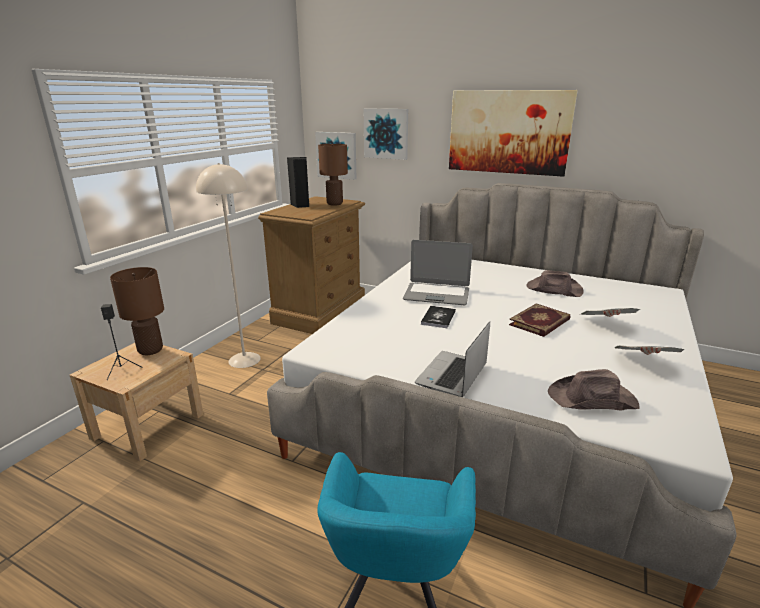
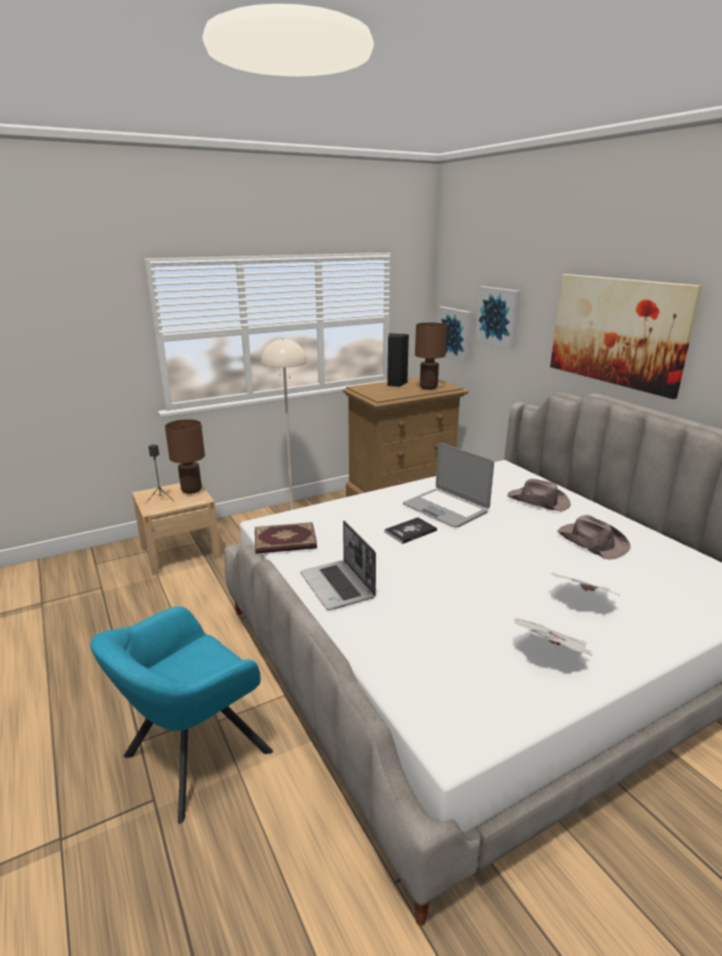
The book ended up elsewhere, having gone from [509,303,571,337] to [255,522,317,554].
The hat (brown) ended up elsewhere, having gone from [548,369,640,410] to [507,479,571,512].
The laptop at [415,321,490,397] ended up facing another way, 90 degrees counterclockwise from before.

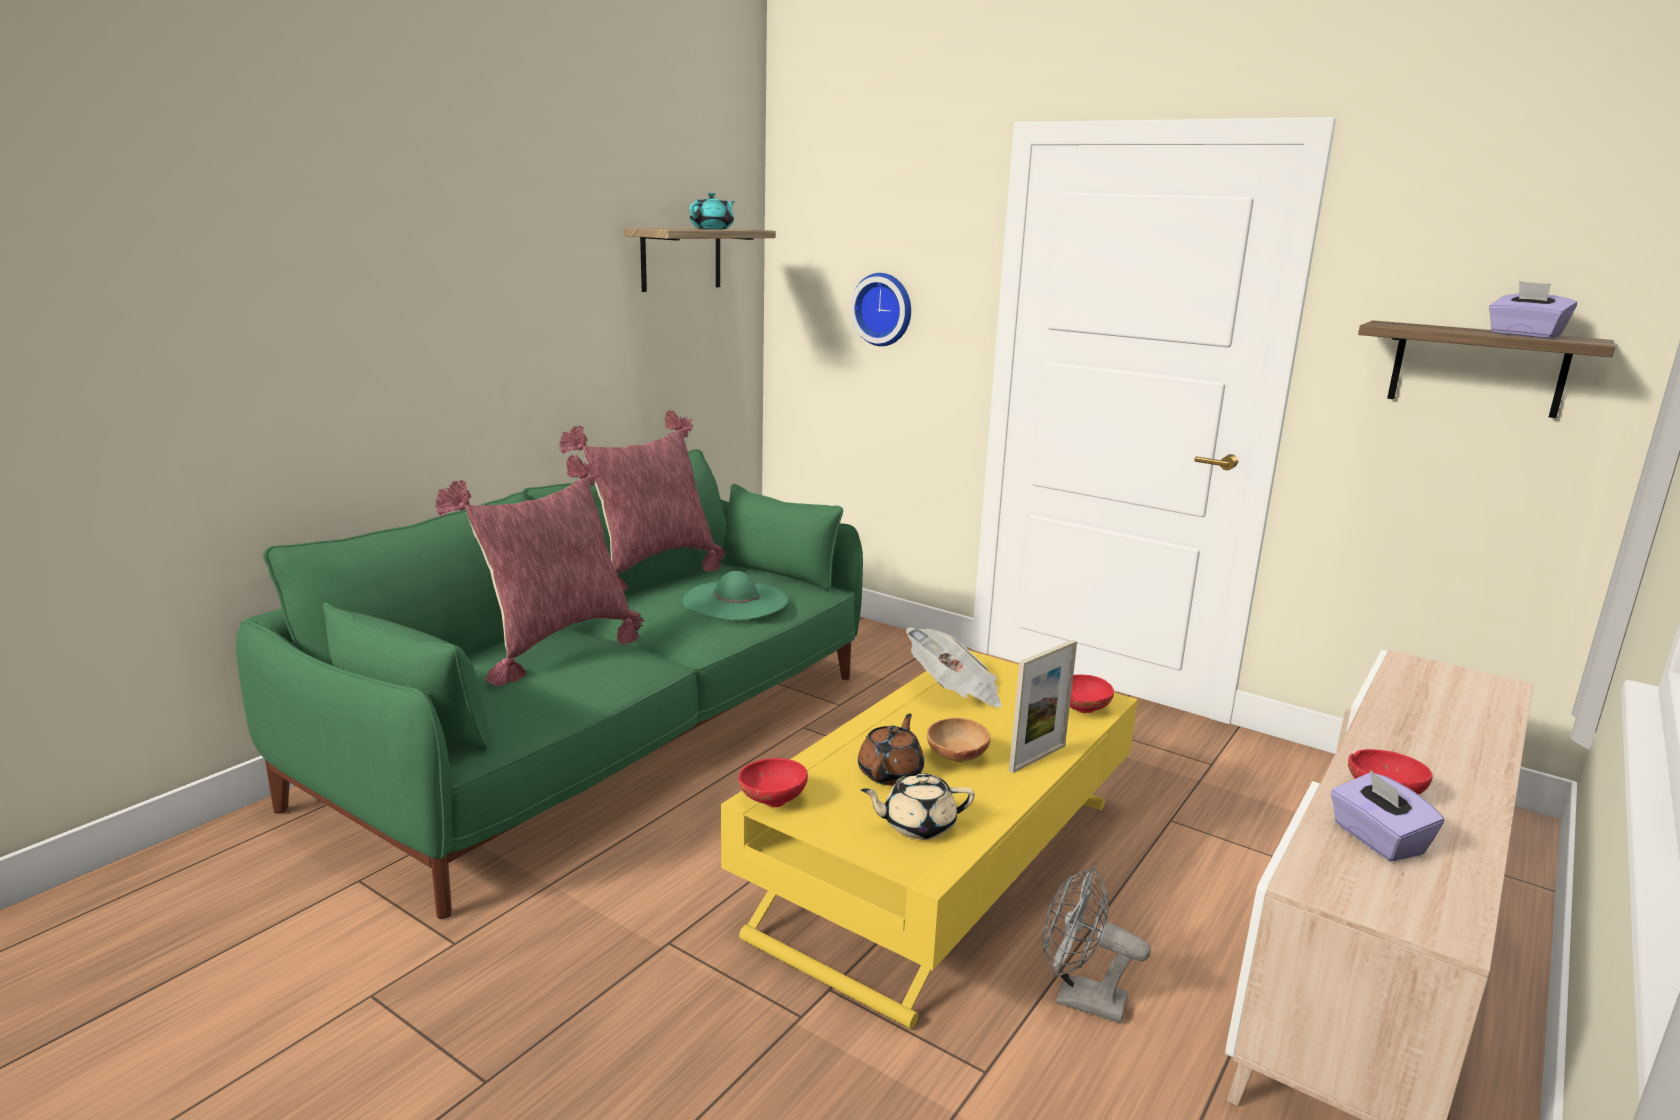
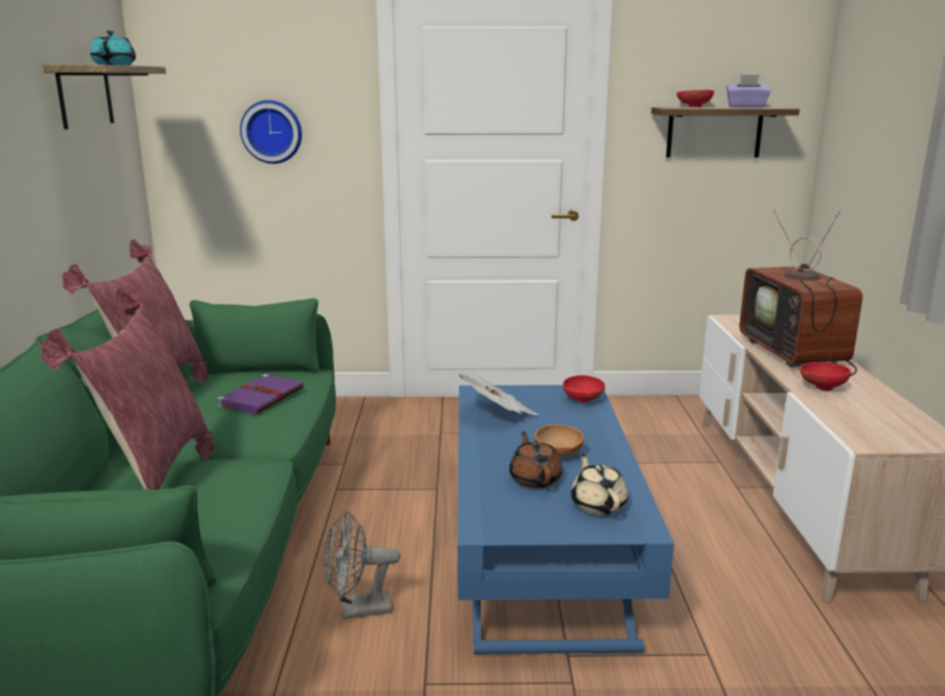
The second view lost the picture frame at [1009,640,1077,773].
The second view lost the tissue box (purple) at [1330,770,1444,862].
The second view gained the television at [740,211,863,376].
The bowl (red) ended up elsewhere, having gone from [738,758,808,807] to [677,90,714,107].
The fan (grey) ended up elsewhere, having gone from [1043,866,1151,1023] to [323,511,401,619].
Where the hat (green) stood at [683,571,788,620], the book (purple) came to stand at [217,374,304,414].
What was the coffee table (yellow) at [721,650,1138,1029] turned into the coffee table (blue) at [457,385,674,654].
The teapot (beige) at [861,773,975,840] ended up facing another way, 120 degrees clockwise from before.

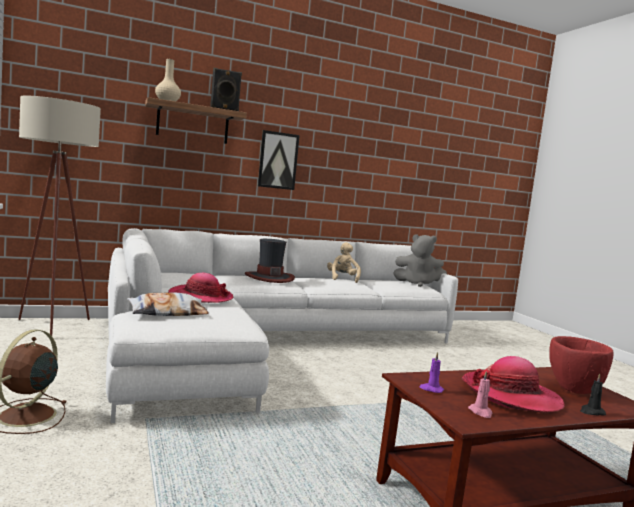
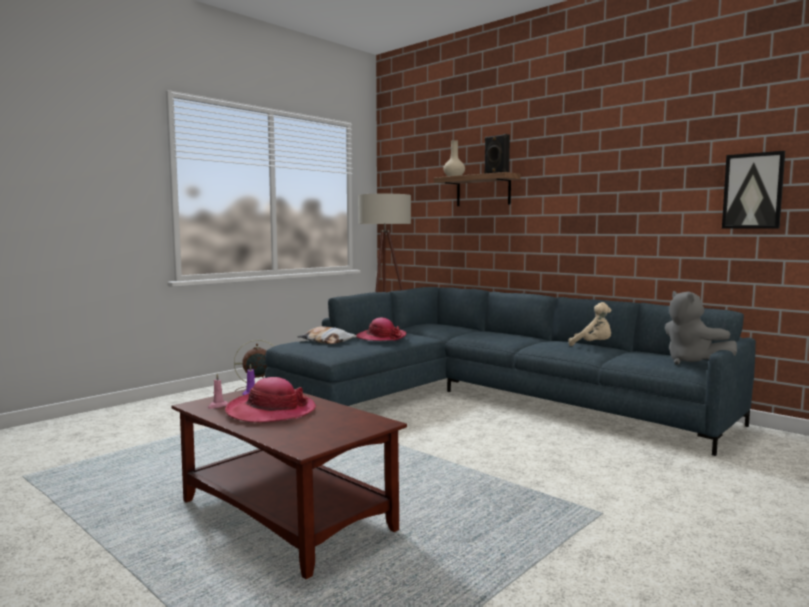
The second view lost the hat at [245,239,295,283].
The second view lost the bowl (red) at [549,336,613,394].
The second view lost the candle (black) at [580,374,606,415].
The picture ended up elsewhere, having gone from [258,130,300,190] to [722,151,785,229].
What was the sofa (white) at [106,228,458,423] turned into the sofa (blue) at [265,287,756,456].
The plush toy (beige) at [327,242,361,283] ended up facing another way, 60 degrees clockwise from before.

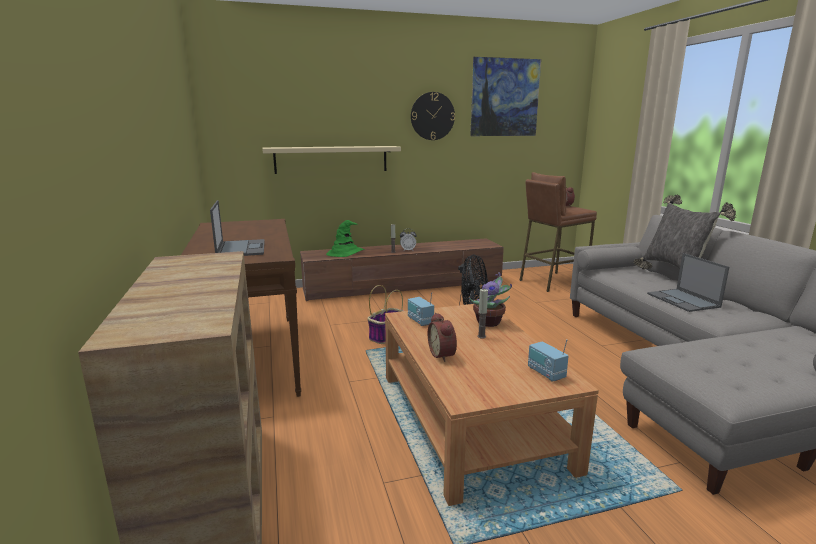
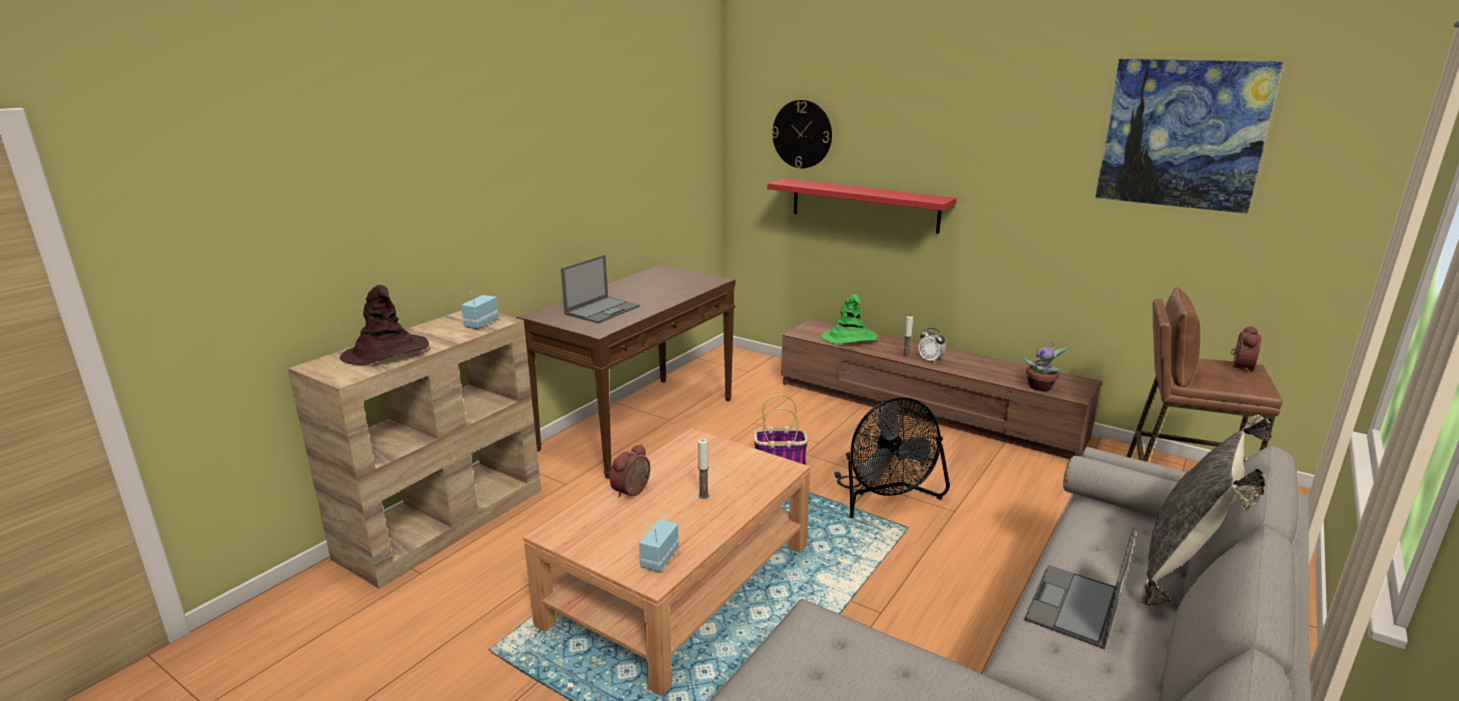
The second view gained the hat (brown) at [340,285,429,365].
The radio ended up elsewhere, having gone from [408,292,434,326] to [461,290,499,329].
The wall clock ended up elsewhere, having gone from [411,92,455,140] to [772,100,832,168].
The potted plant ended up elsewhere, having gone from [469,272,512,327] to [1024,341,1069,391].
What was the shelf (beige) at [262,146,401,174] turned into the shelf (red) at [767,179,957,234].

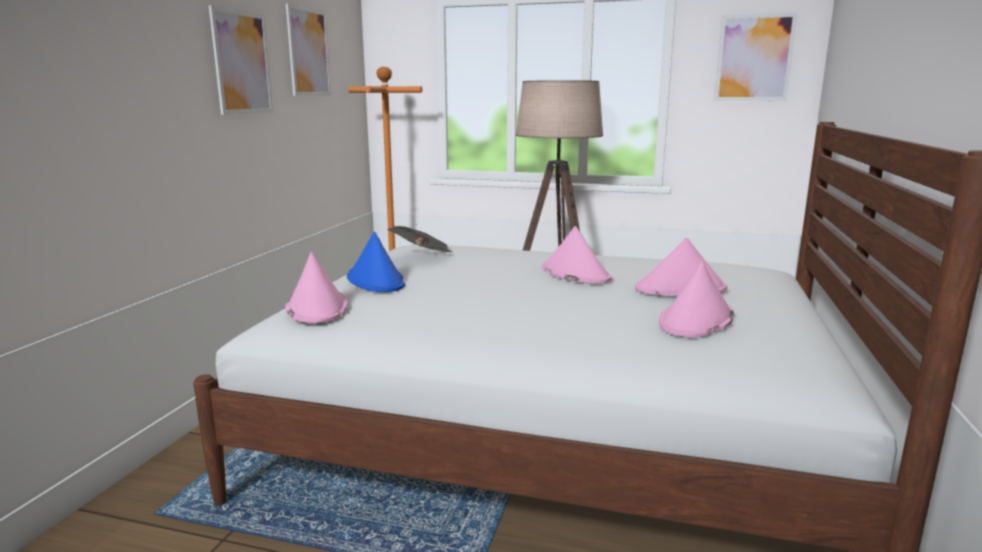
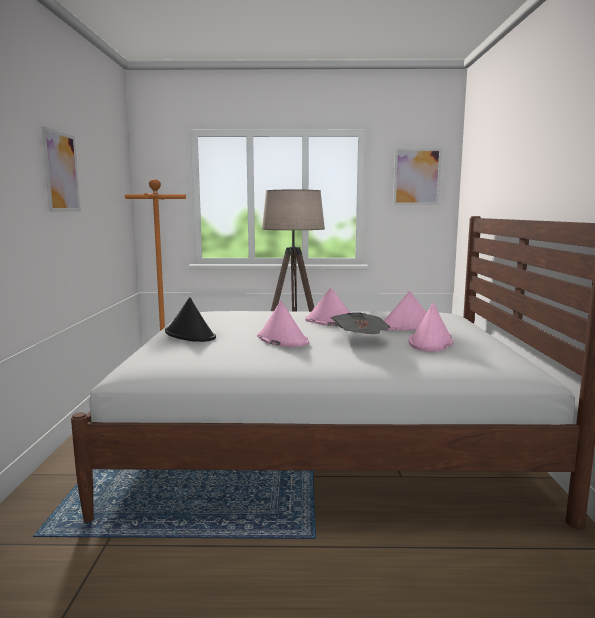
The second view lost the picture at [286,3,331,96].
The hat (pink) ended up elsewhere, having gone from [285,252,348,323] to [257,300,309,347].
The newspaper ended up elsewhere, having gone from [387,226,453,252] to [331,312,390,334].
What was the hat (blue) at [347,232,405,292] turned into the hat (black) at [165,297,216,342].

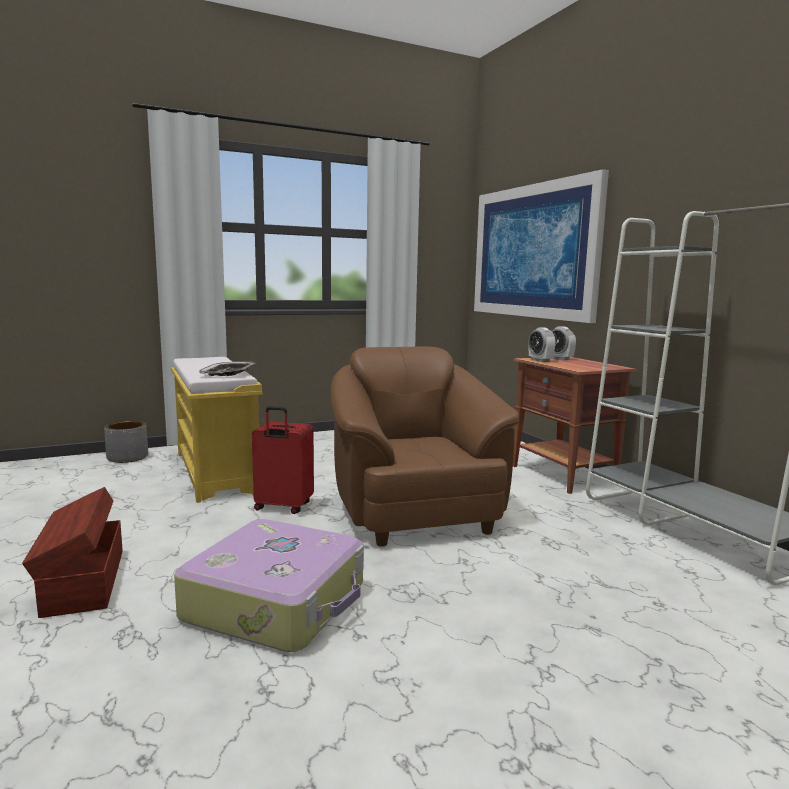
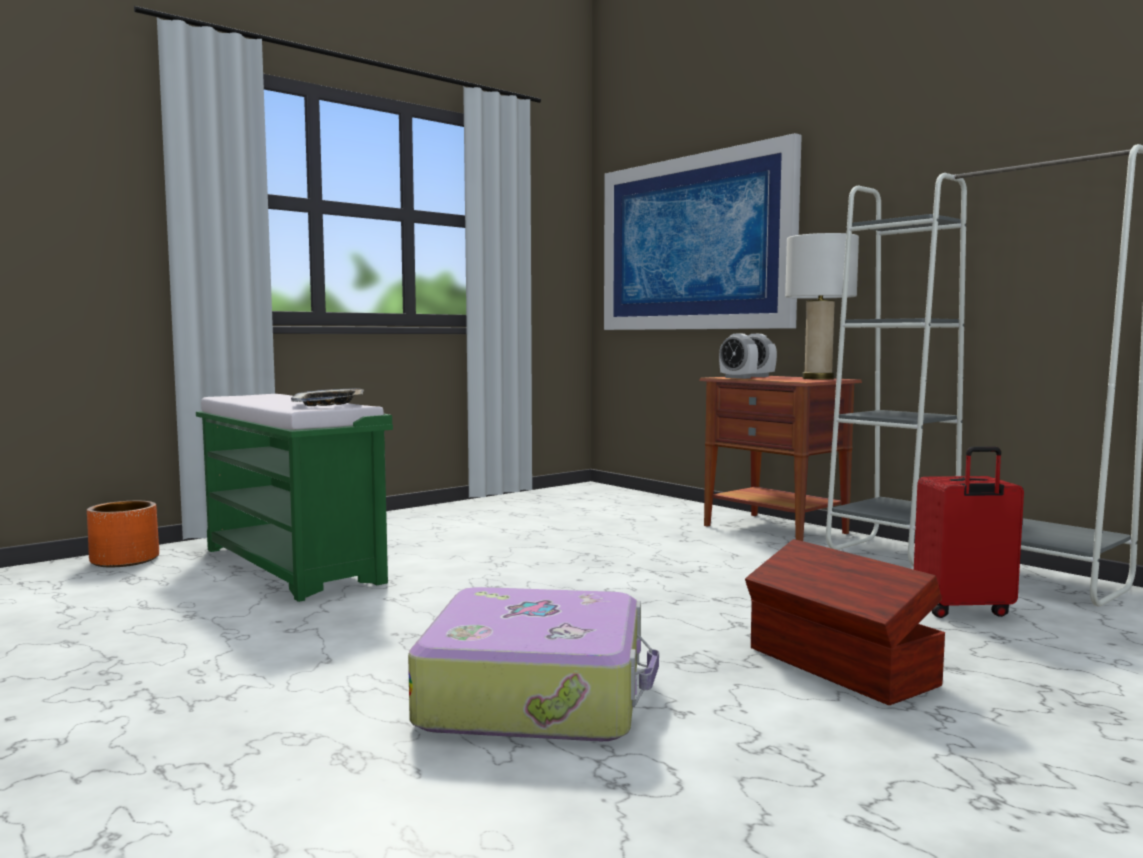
The second view lost the armchair (brown) at [331,347,519,547].
The second view gained the table lamp (white) at [785,233,859,380].
The storage box (brown) ended up elsewhere, having gone from [22,487,123,618] to [745,539,945,705].
The suitcase (red) ended up elsewhere, having gone from [252,406,314,514] to [914,446,1024,618].
What was the planter (grey) at [104,421,148,463] turned into the planter (orange) at [87,501,159,567].
What was the bench (yellow) at [171,357,262,503] turned into the bench (green) at [196,394,393,602].

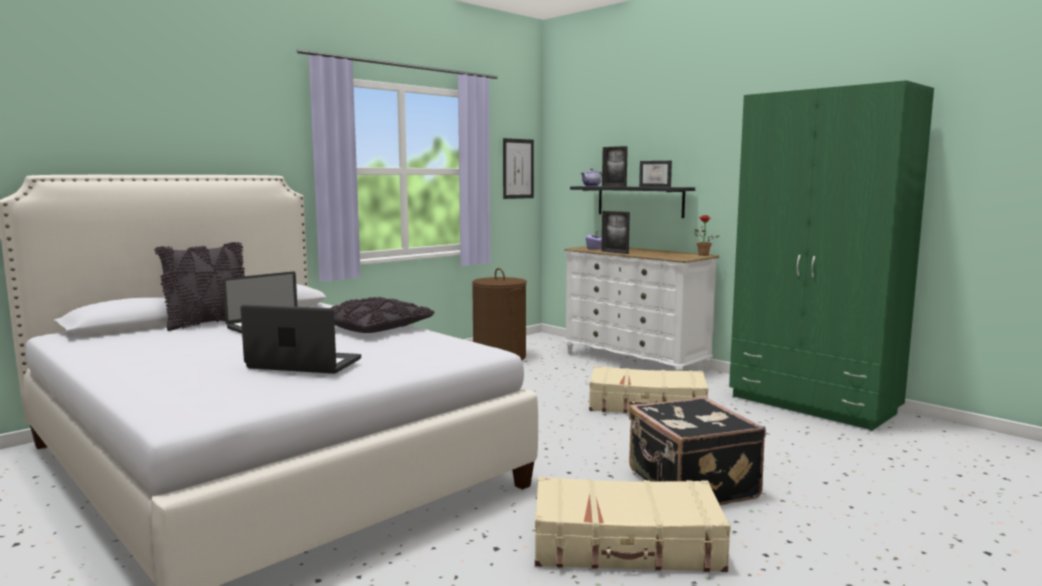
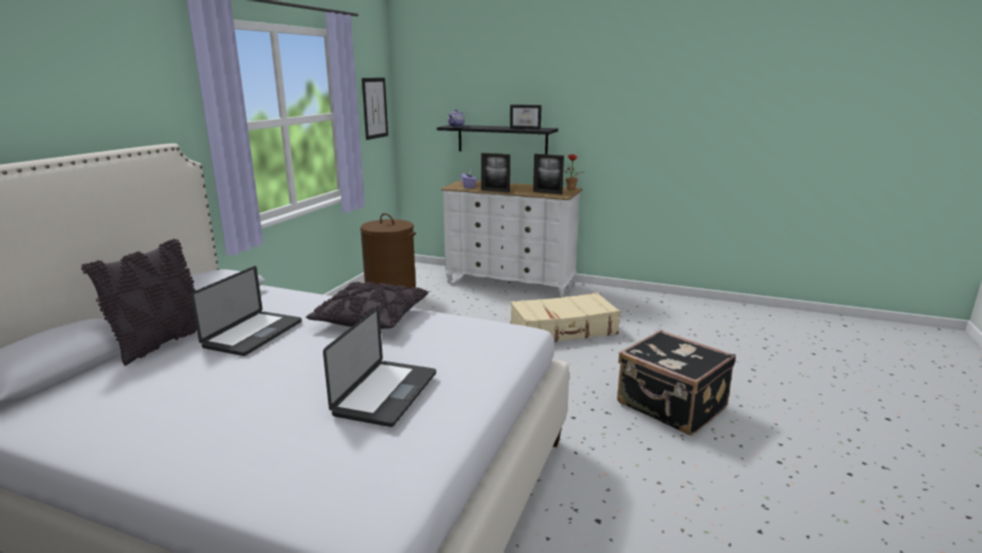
The second view lost the suitcase (beige) at [535,477,731,572].
The second view lost the wardrobe (green) at [729,80,934,431].
The picture frame ended up elsewhere, having gone from [602,146,628,187] to [533,154,564,194].
The laptop at [240,304,361,374] ended up facing another way, 120 degrees clockwise from before.

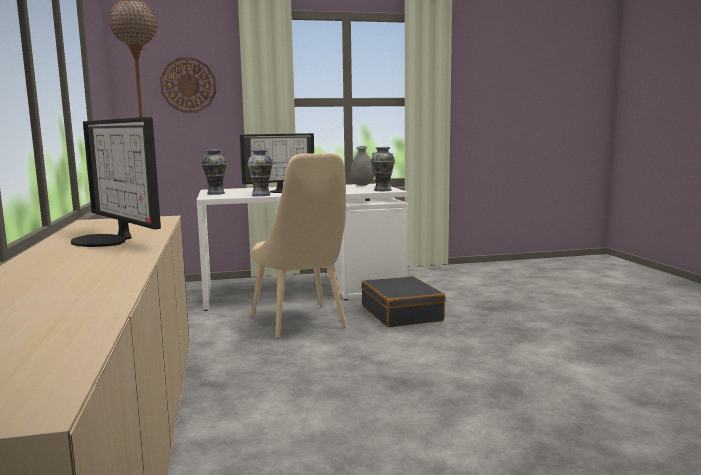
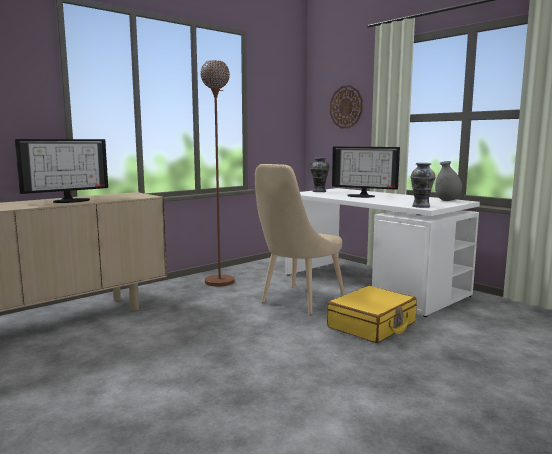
The second view lost the vase at [247,150,273,196].
What was the suitcase (black) at [361,276,446,327] turned into the suitcase (yellow) at [327,286,417,343].
The monitor at [71,117,161,247] ended up facing another way, 150 degrees counterclockwise from before.

